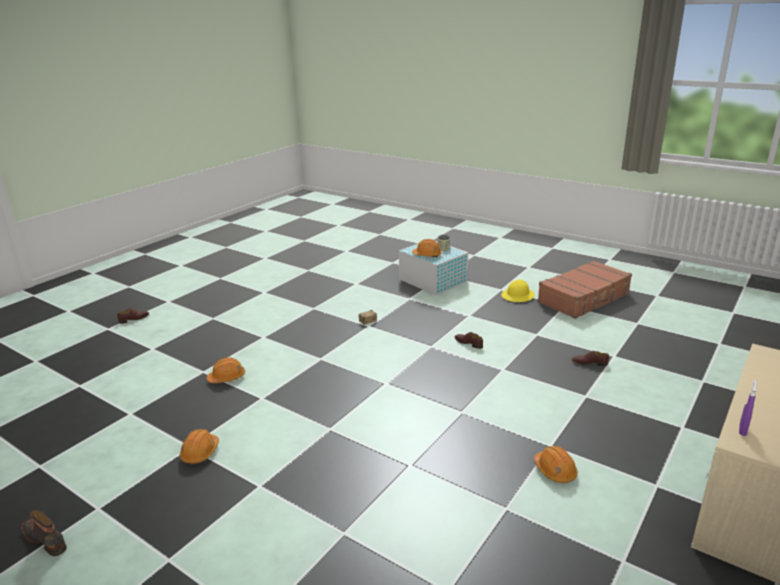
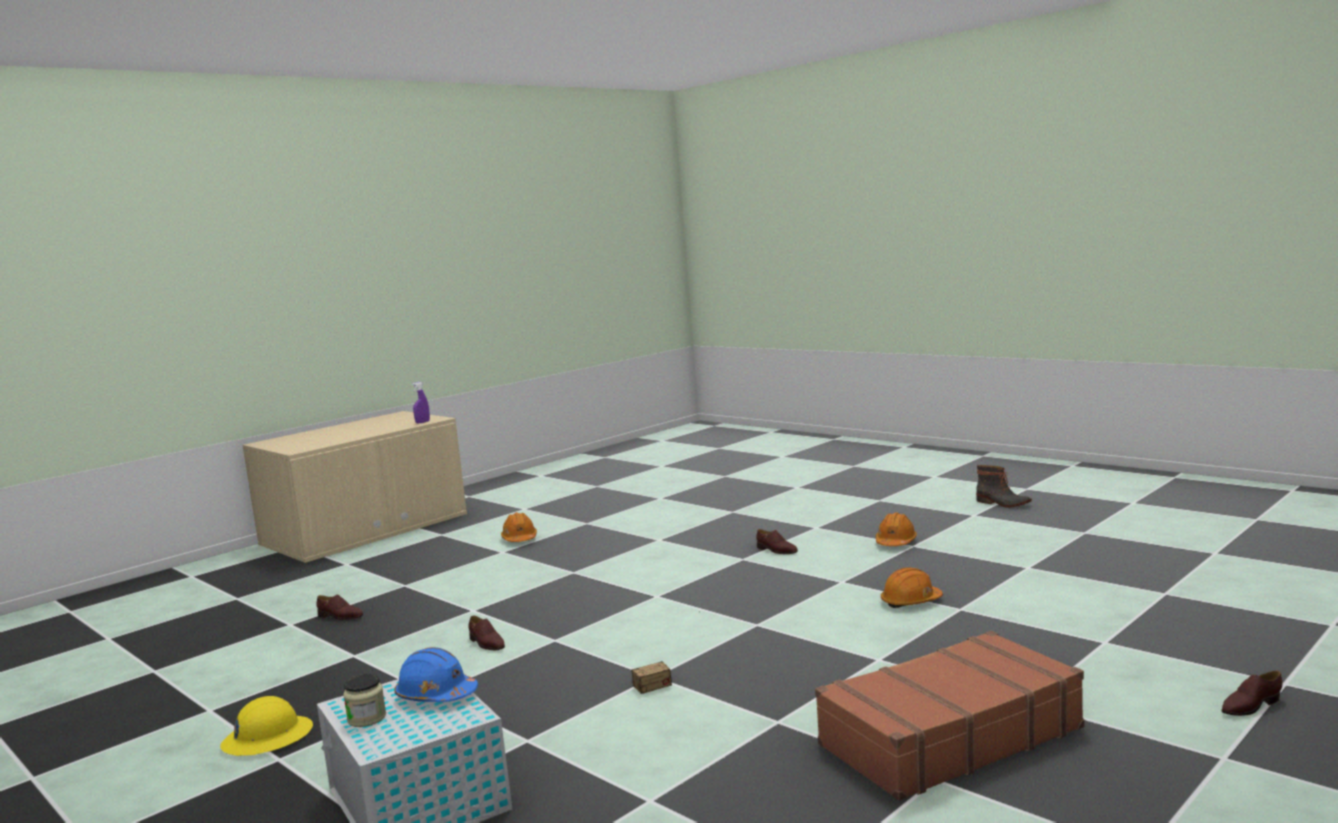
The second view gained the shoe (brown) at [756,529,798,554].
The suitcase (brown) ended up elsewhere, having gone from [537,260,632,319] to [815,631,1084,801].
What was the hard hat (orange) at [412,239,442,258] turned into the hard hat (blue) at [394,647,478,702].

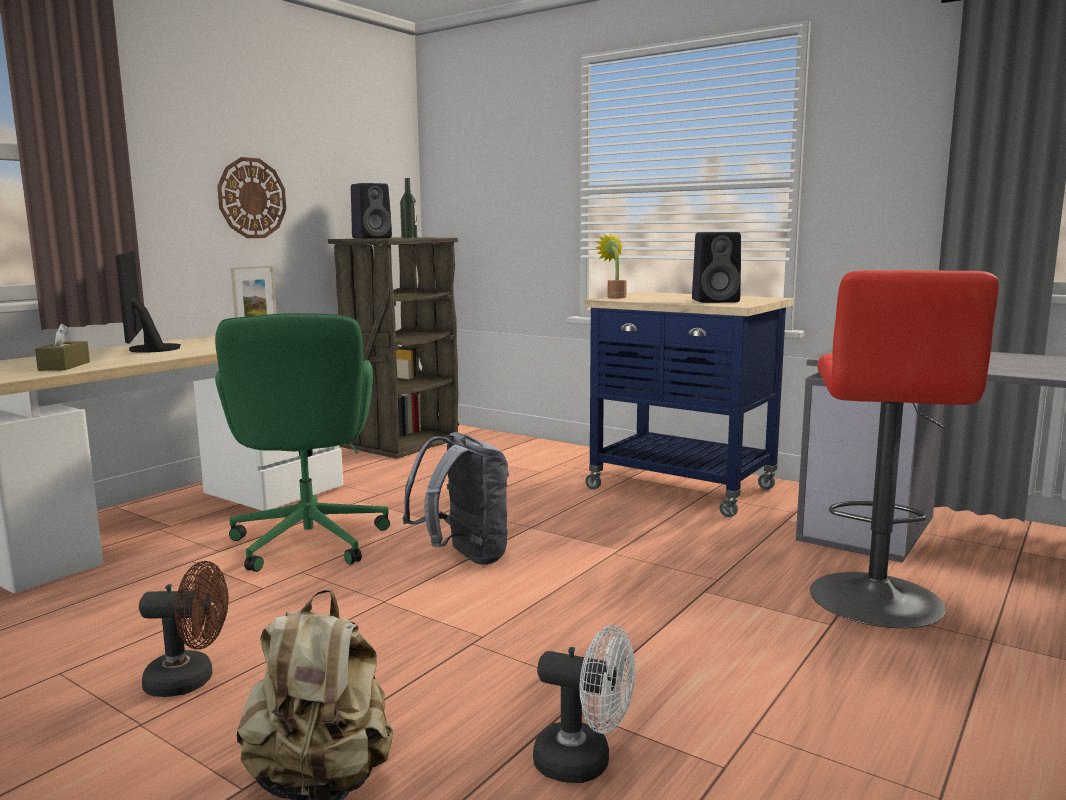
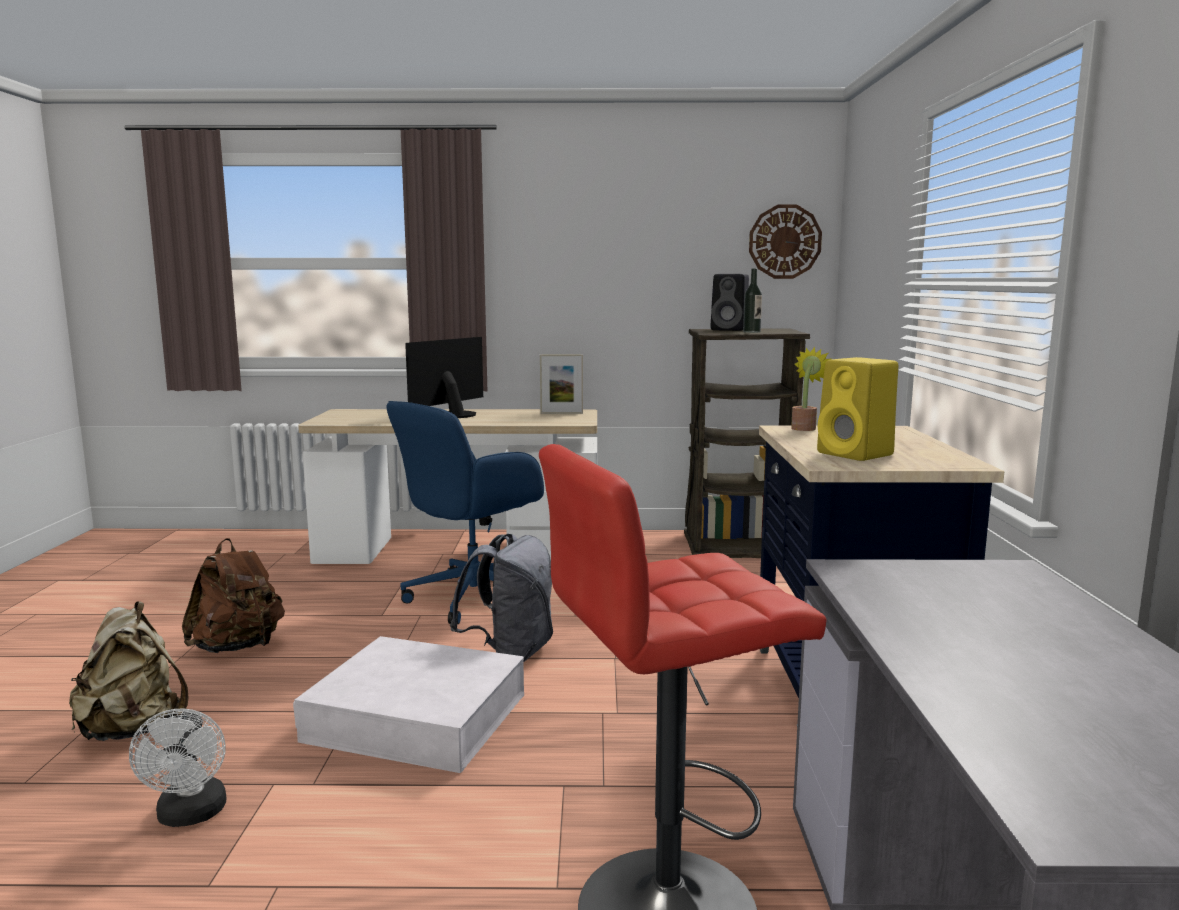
The second view lost the tissue box (brown) at [35,323,90,371].
The second view gained the storage box (white) at [293,636,524,773].
The wall clock ended up elsewhere, having gone from [217,157,286,238] to [749,205,822,279].
Where the fan (brown) stood at [139,561,228,697], the backpack (brown) came to stand at [182,538,285,653].
What was the office chair (green) at [215,313,390,572] turned into the office chair (blue) at [387,401,544,624].
What was the speaker (black) at [692,232,741,303] turned into the speaker (yellow) at [817,357,898,461].

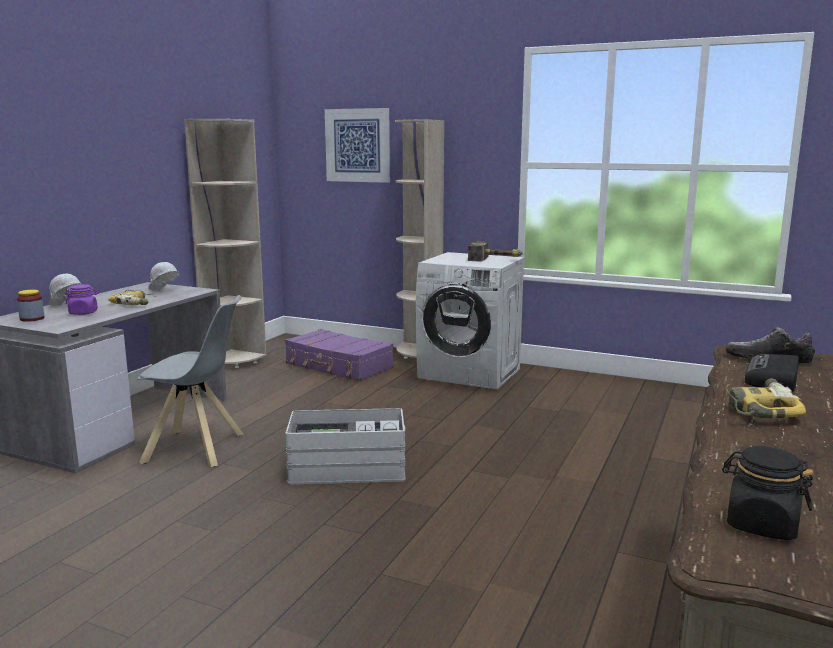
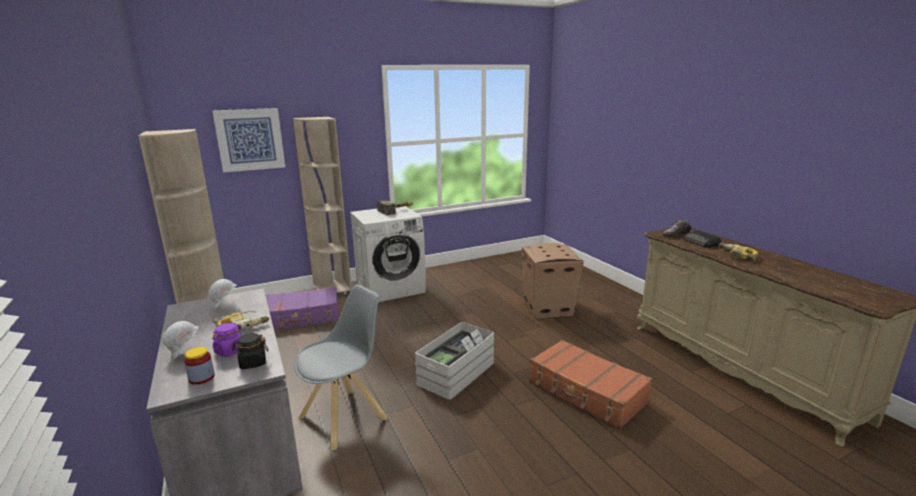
The second view gained the cardboard box at [522,243,584,319].
The second view gained the suitcase (brown) at [530,340,652,429].
The jar (black) ended up elsewhere, having gone from [722,446,813,540] to [232,333,268,369].

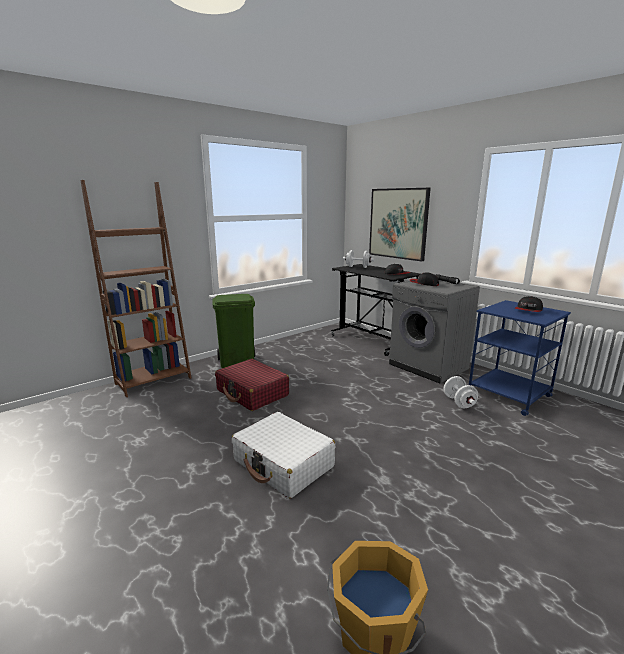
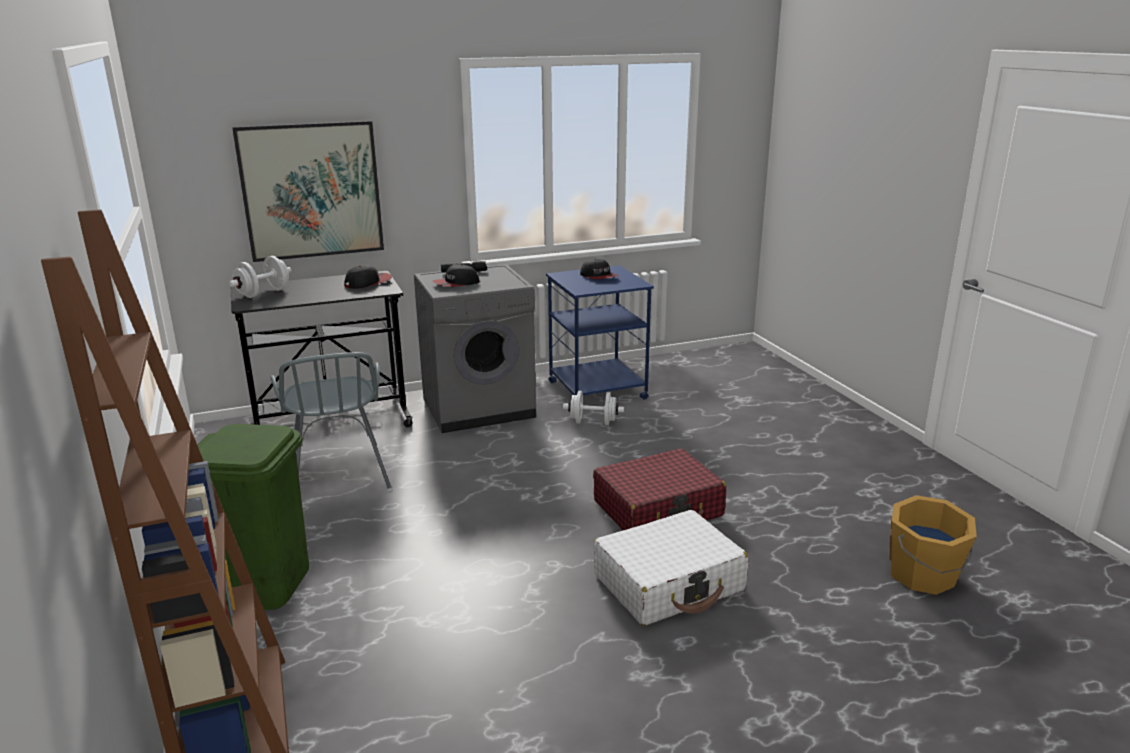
The second view gained the chair (grey) at [270,352,393,492].
The suitcase (red) ended up elsewhere, having gone from [215,359,289,411] to [593,449,726,530].

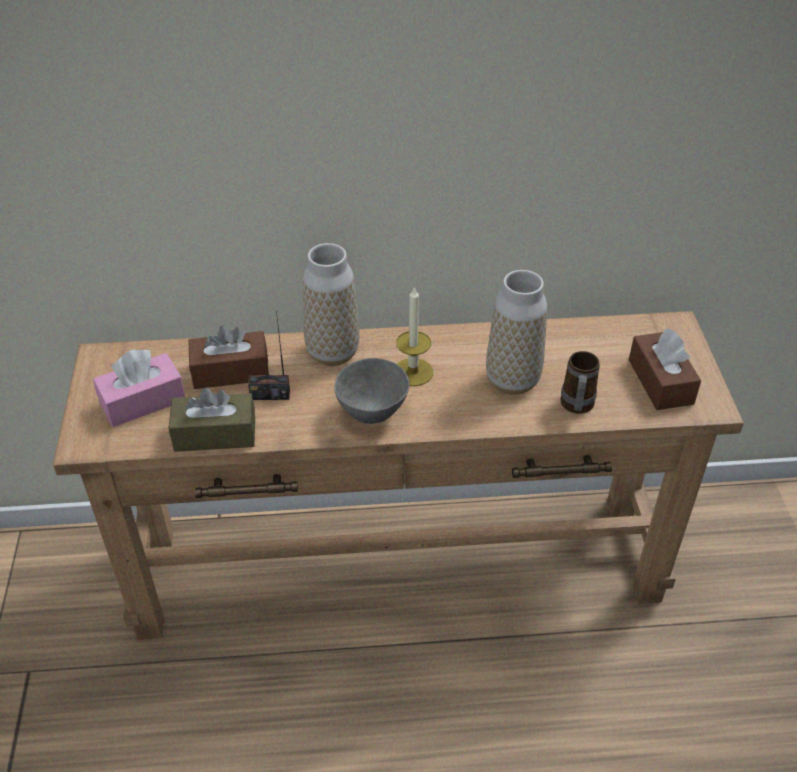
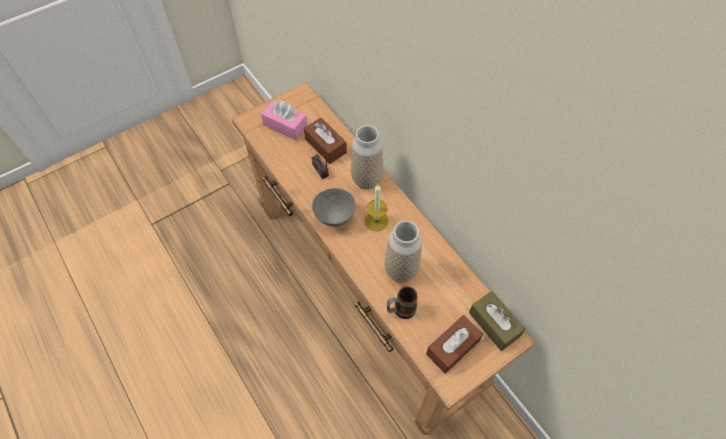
The tissue box (brown) ended up elsewhere, having gone from [169,388,255,452] to [469,291,525,351].

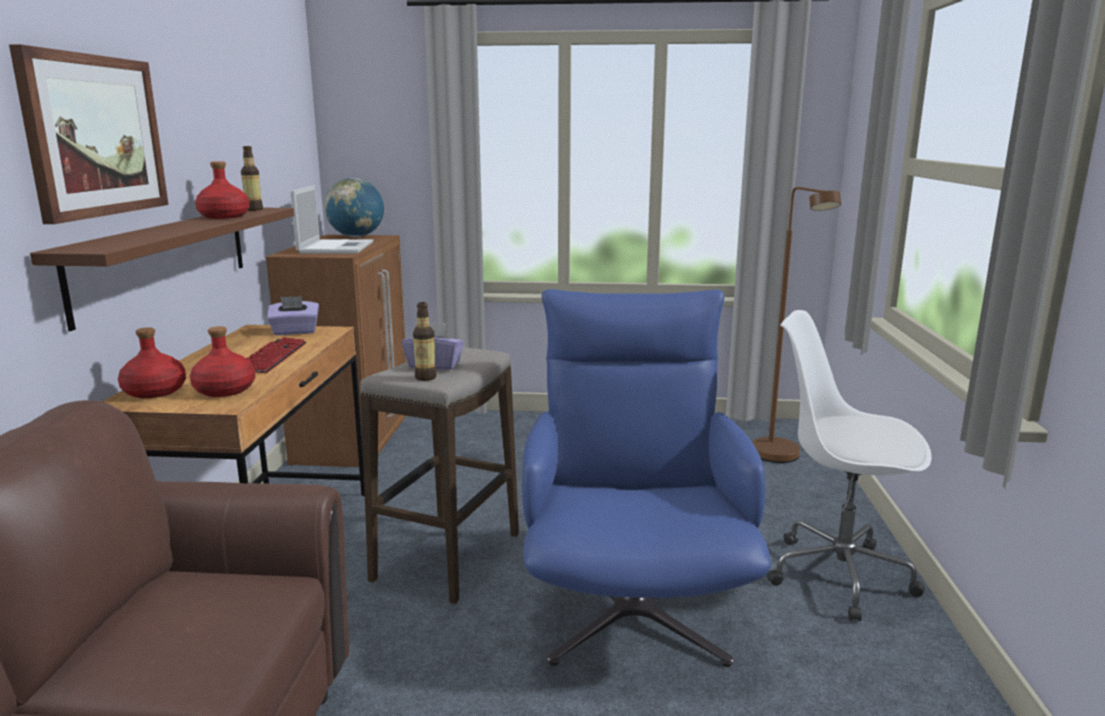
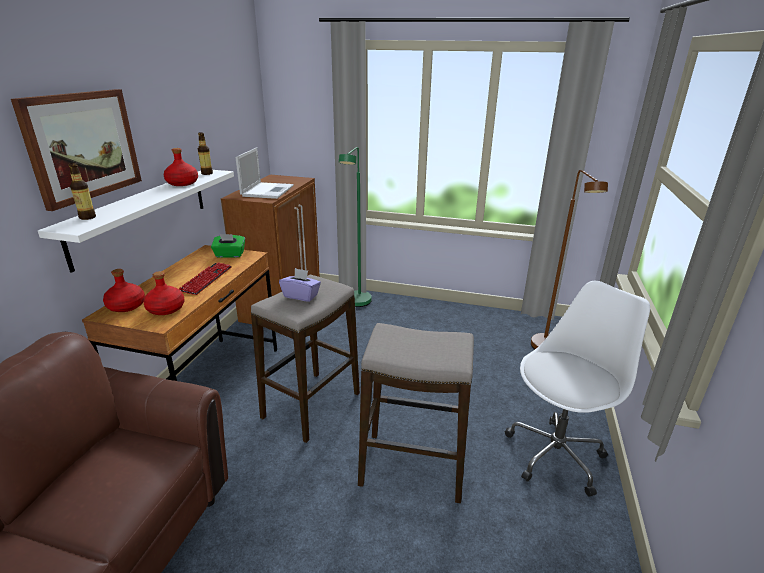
The second view lost the globe at [324,178,384,237].
The second view gained the floor lamp (green) at [339,147,371,307].
The bottle ended up elsewhere, having gone from [413,302,437,381] to [69,163,96,220].
Where the armchair (blue) stood at [522,289,771,667], the stool came to stand at [358,323,474,503].
What was the shelf (brown) at [30,208,294,331] turned into the shelf (white) at [38,170,234,273].
What was the tissue box (purple) at [267,296,319,335] turned into the tissue box (green) at [211,234,245,258].
The office chair (white) at [767,310,931,621] ended up facing another way, 105 degrees clockwise from before.

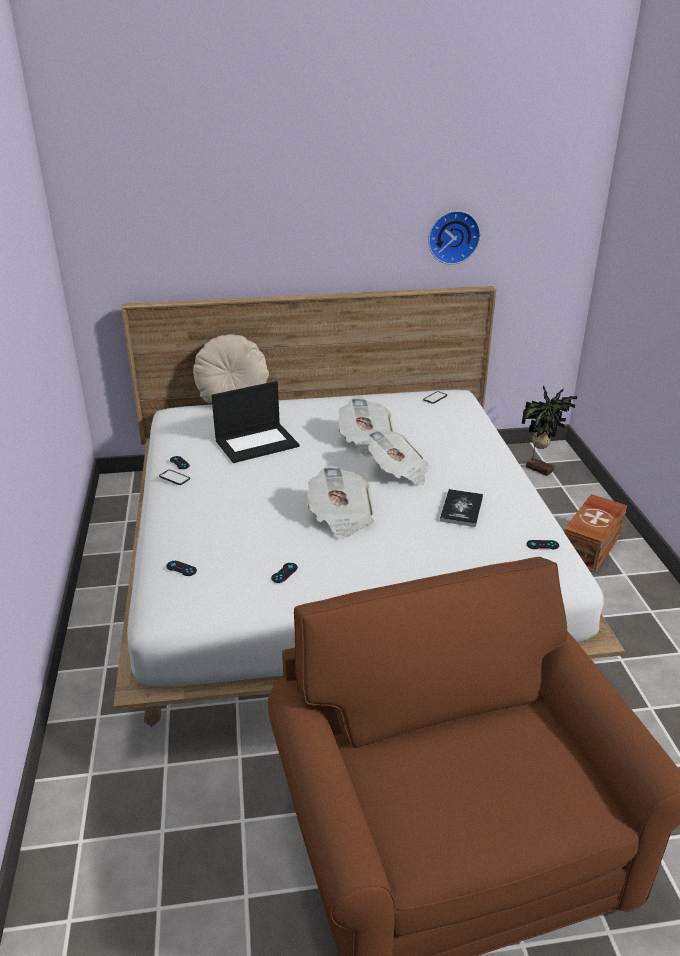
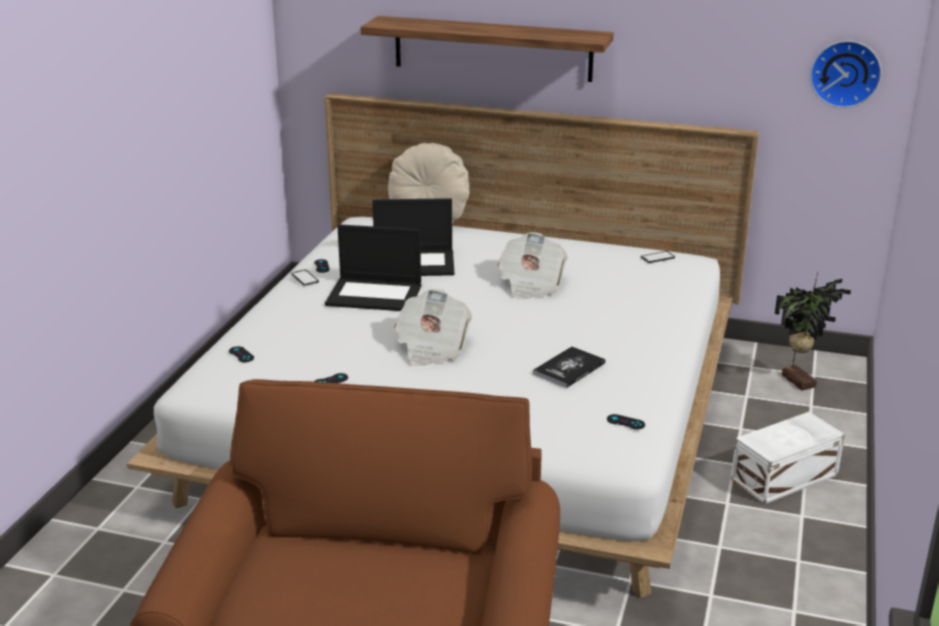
The second view lost the newspaper at [368,430,428,485].
The second view gained the laptop at [325,224,421,311].
The second view gained the shelf at [361,16,614,82].
The wall clock ended up elsewhere, having gone from [428,211,480,265] to [810,41,882,108].
What was the storage box (brown) at [564,494,627,573] turned into the storage box (white) at [731,412,845,504].

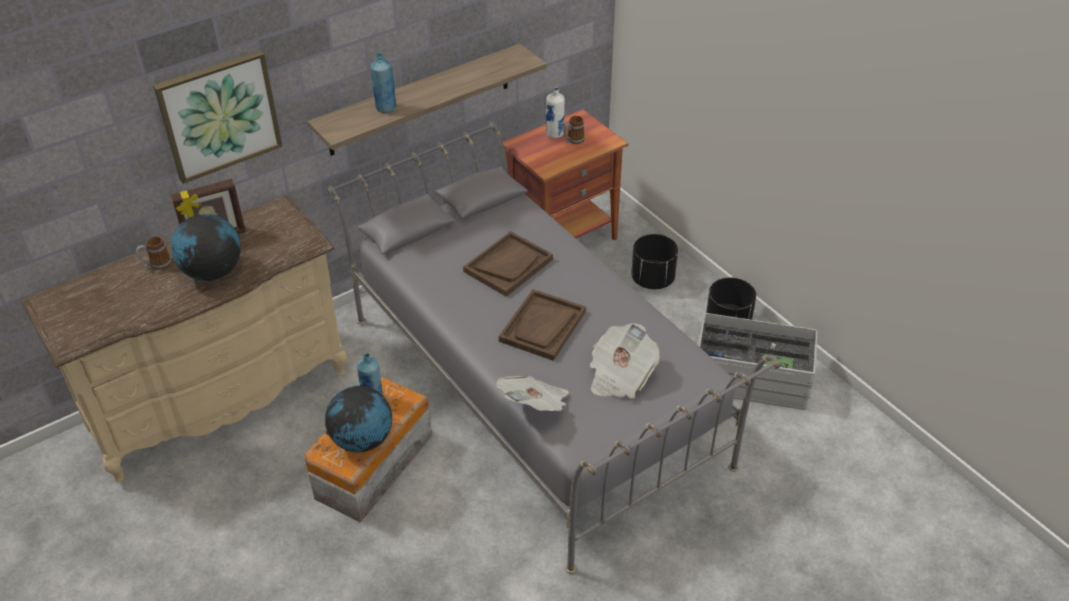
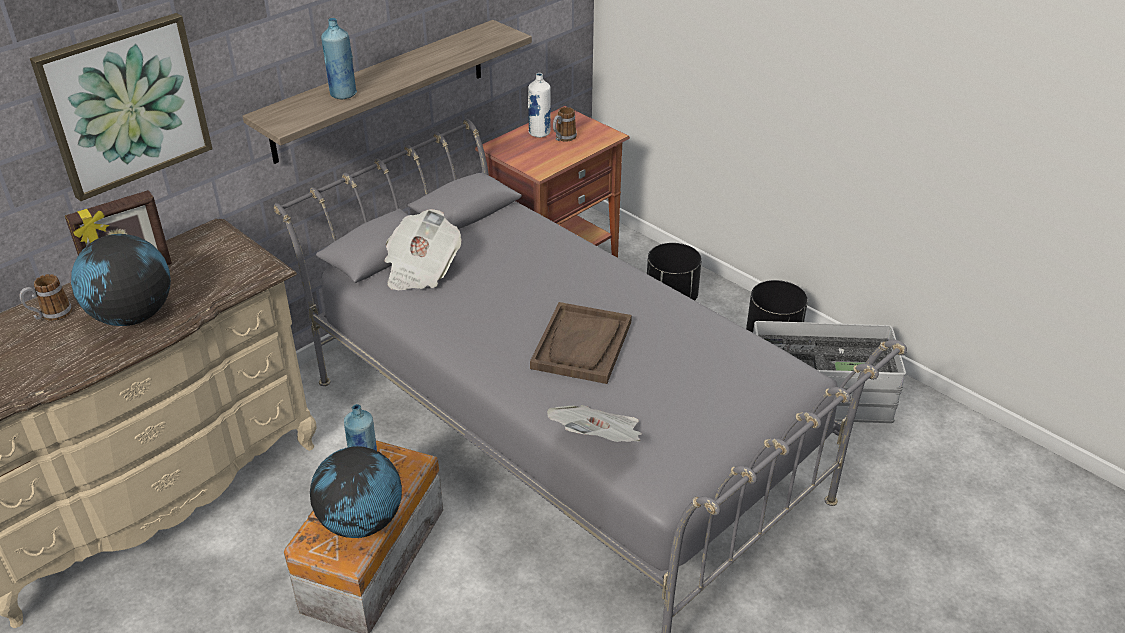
The second view lost the tray (brown) at [463,231,553,297].
The newspaper ended up elsewhere, having gone from [590,323,660,398] to [384,209,462,290].

